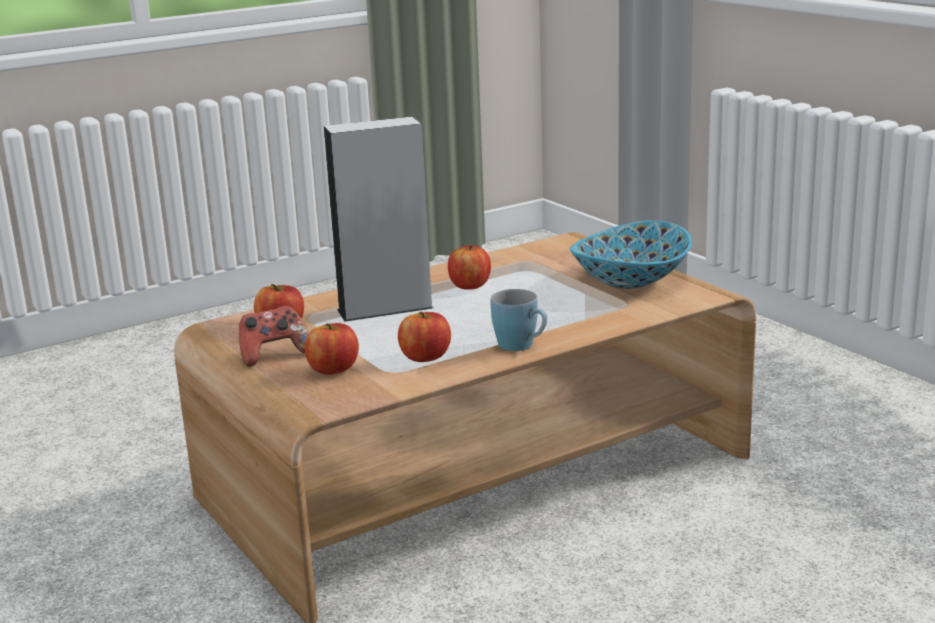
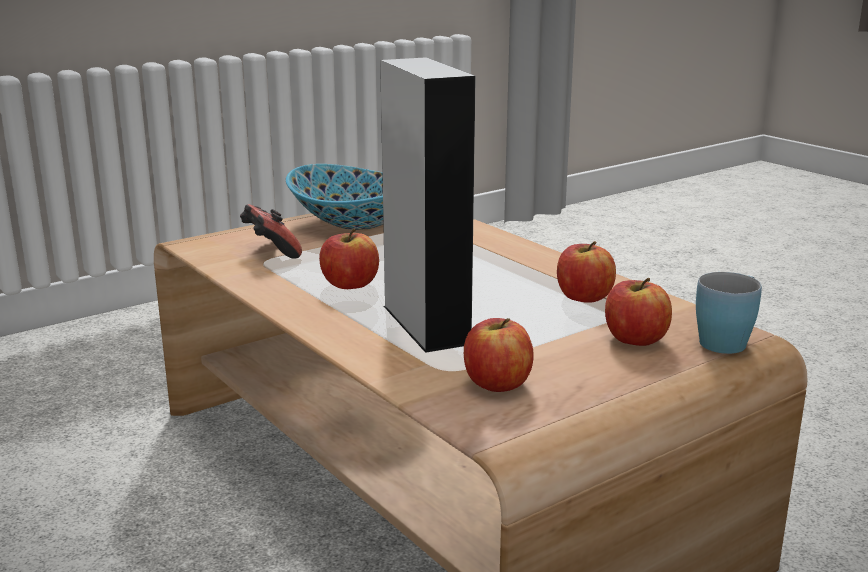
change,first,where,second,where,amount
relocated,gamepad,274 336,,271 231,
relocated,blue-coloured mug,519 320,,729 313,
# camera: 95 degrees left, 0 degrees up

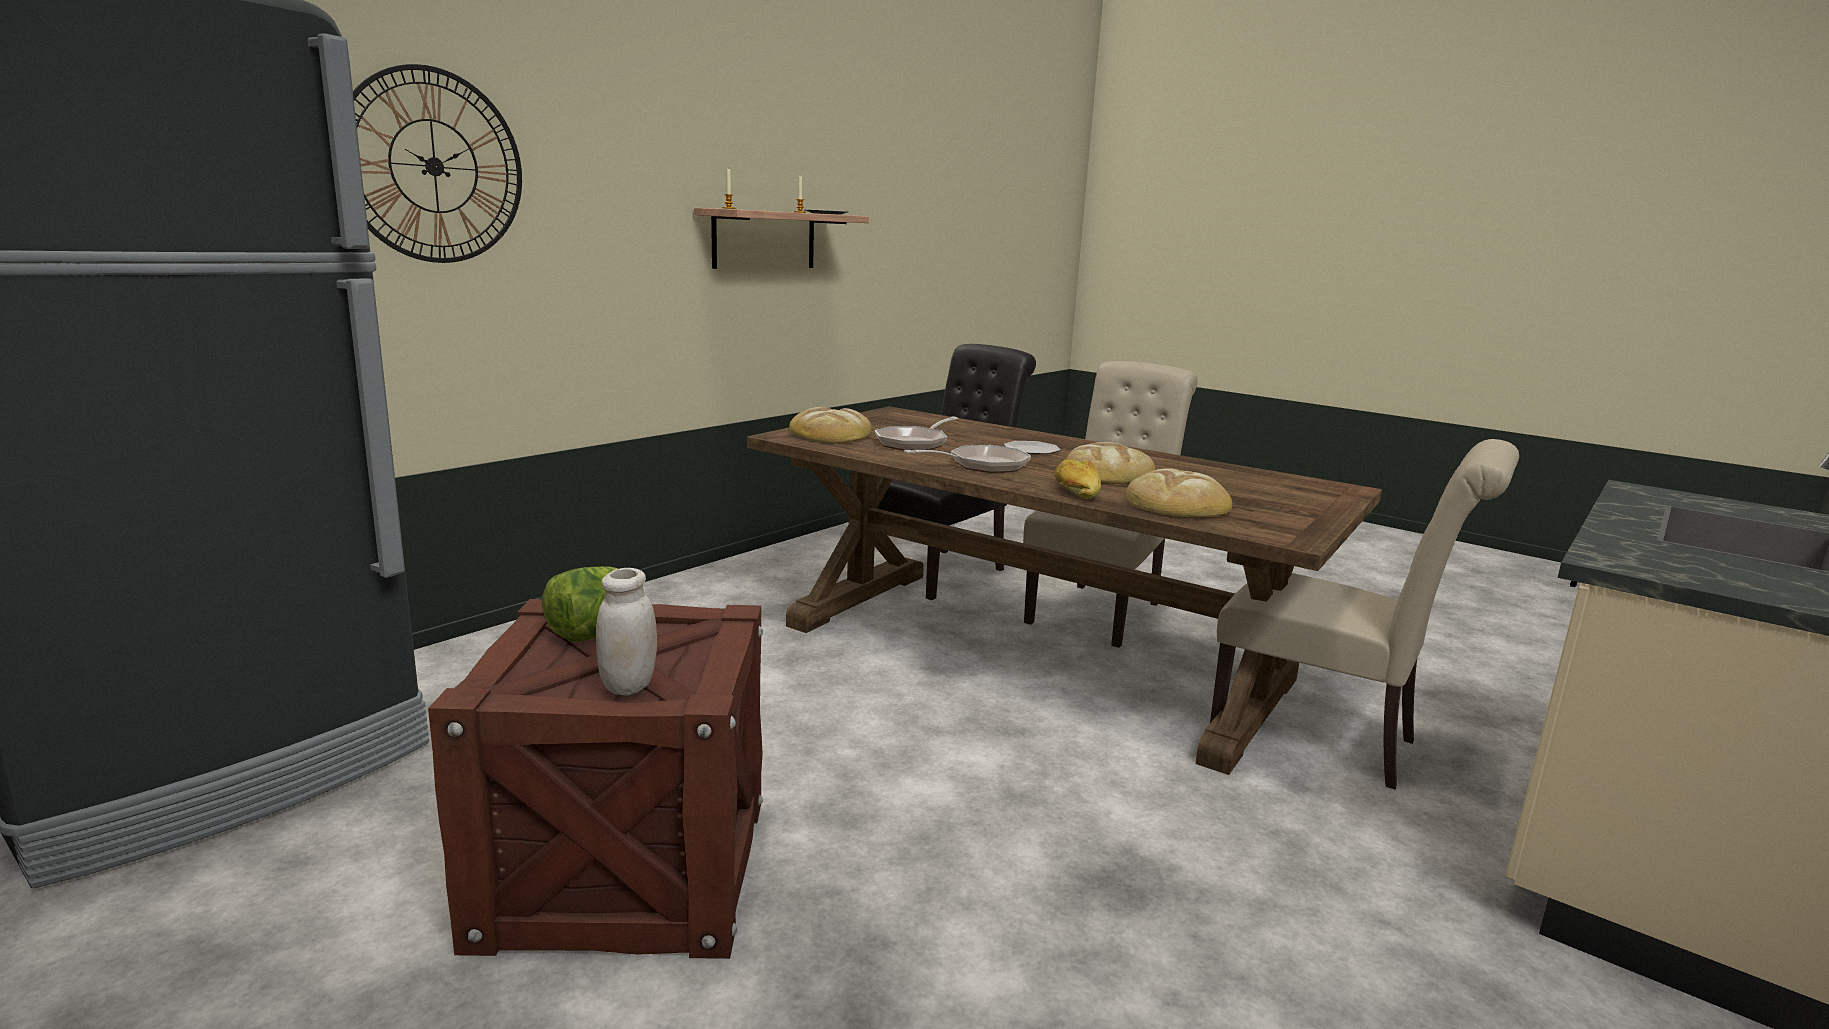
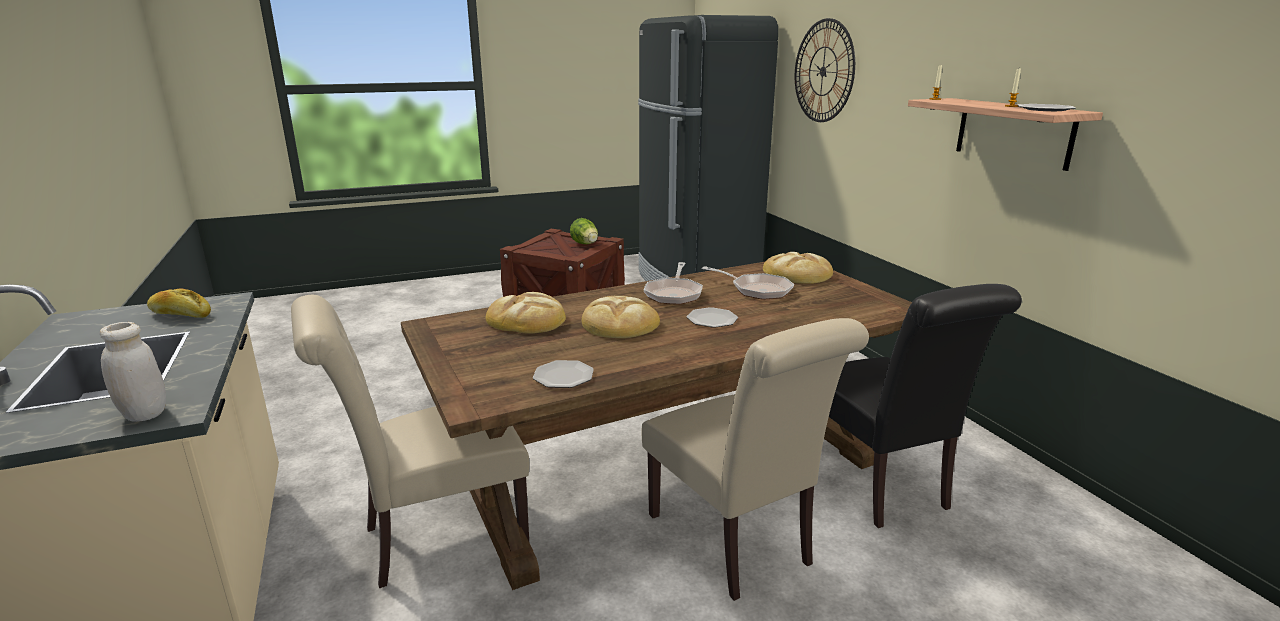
change,first,where,second,where,amount
appeared,,,dinner plate,563 374,
relocated,whitish storage jar,626 632,,133 372,
relocated,bakery bread,1077 479,,179 303,
spun,frying pan,917 434,,748 283,150 degrees clockwise
# camera: 120 degrees right, 5 degrees up

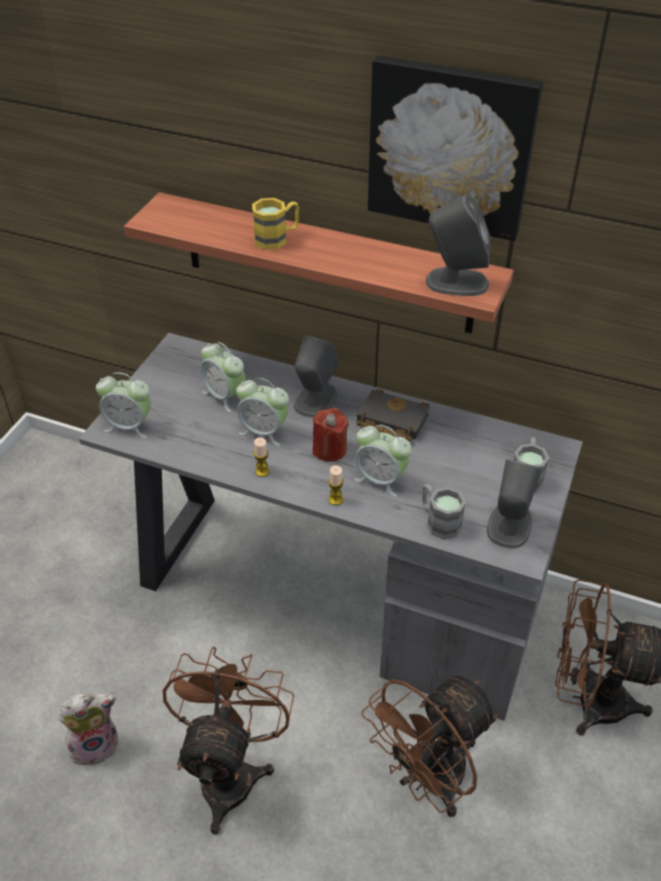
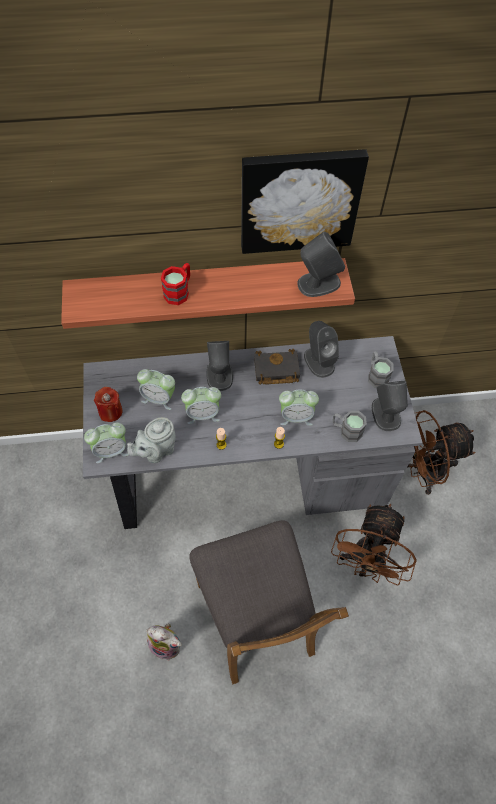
change,first,where,second,where,amount
appeared,,,grey tea pot,151 440,
appeared,,,grey loudspeaker,321 349,
relocated,red wax light,331 435,,108 404,
exchanged,brownish electric fan,228 741,brownish plain chair,269 602,
colour,yellow-coloured mug,275 224,red mug,175 284,
spun,soft toy,89 730,,164 642,75 degrees clockwise
# camera: 30 degrees left, 15 degrees up

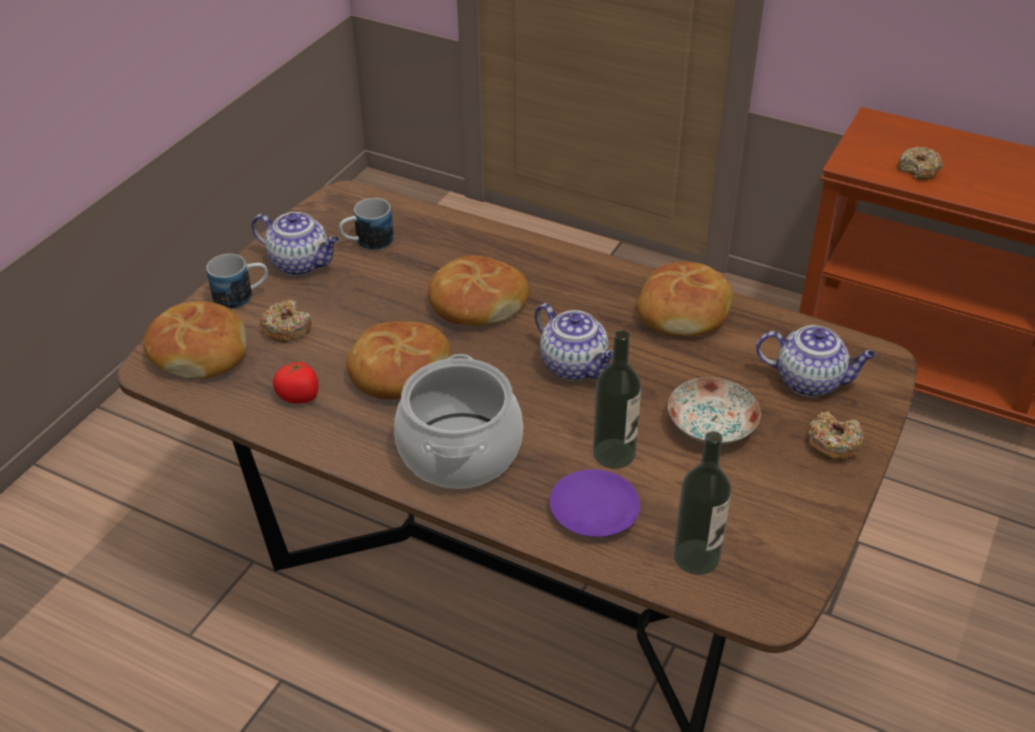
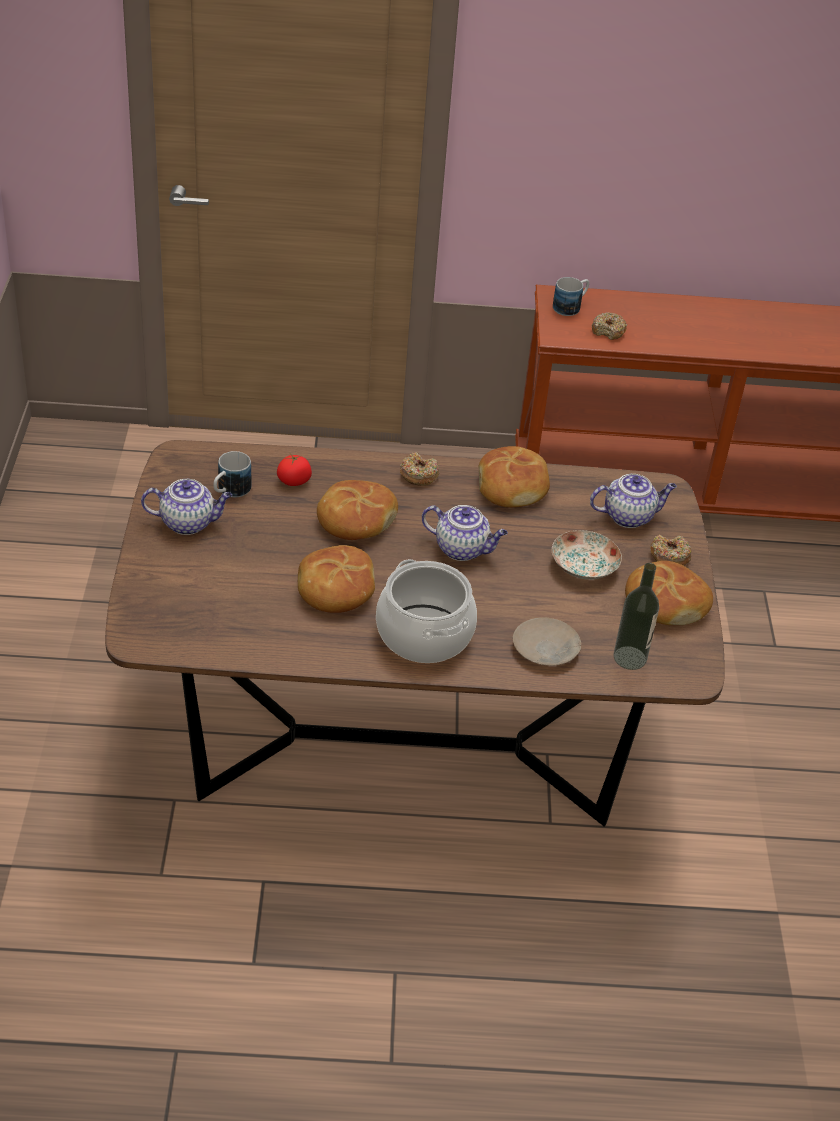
change,first,where,second,where,amount
missing,bottle,617 399,,,
relocated,bakery bread,195 340,,669 593,
relocated,mug,237 281,,571 296,
relocated,donut,286 321,,419 469,
relocated,tomato,296 381,,294 470,
colour,purple-coloured dinner plate,595 503,beige dinner plate,547 641,
# camera: 30 degrees left, 0 degrees up

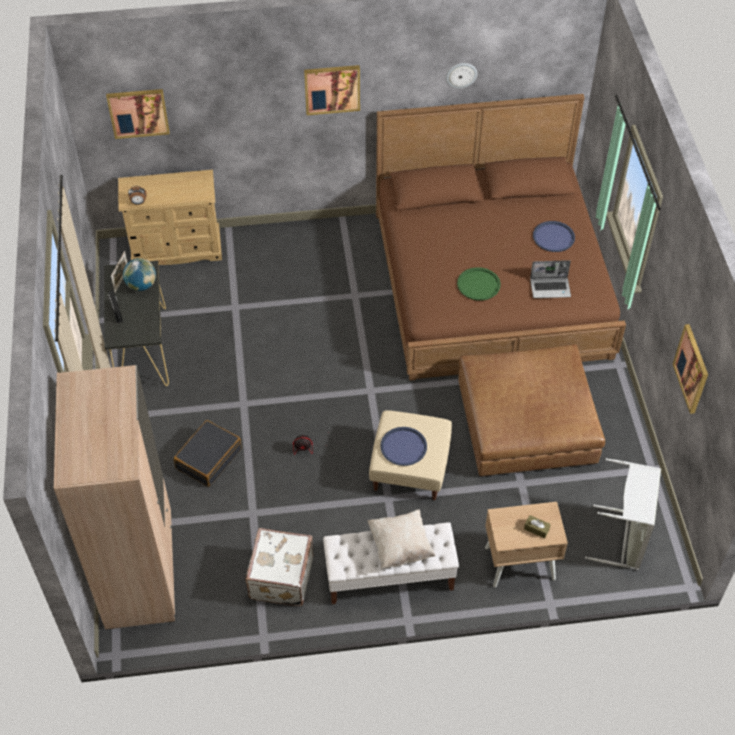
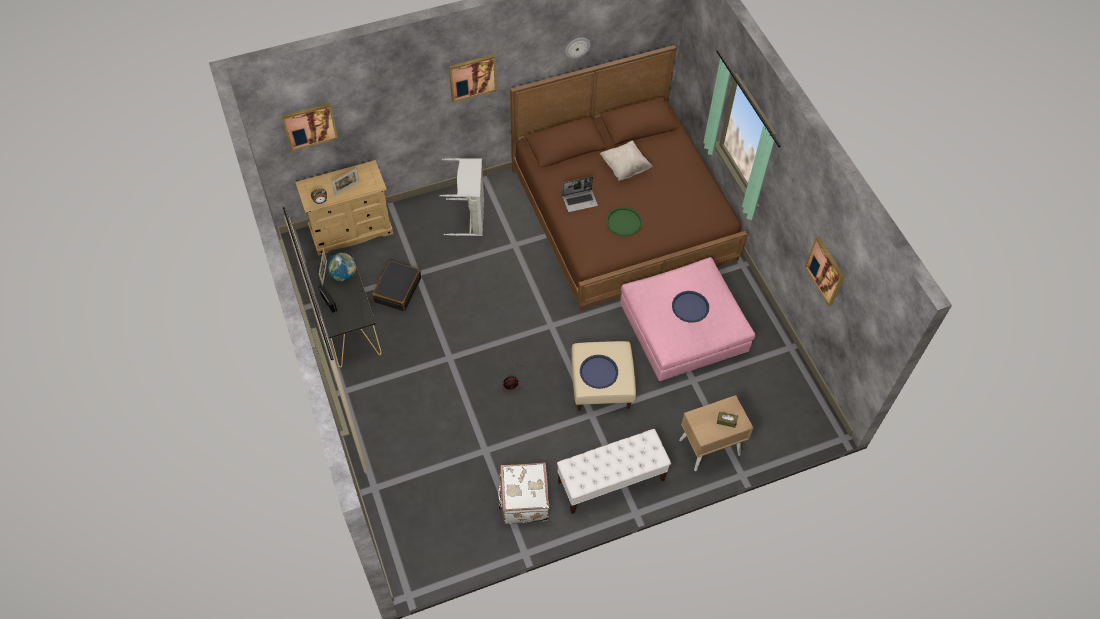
change,first,where,second,where,amount
missing,beige wardrobe,114 497,,,
appeared,,,photo frame,345 181,
relocated,black-coloured travel case,207 453,,396 286,
relocated,beige cushion,402 539,,626 160,
relocated,portable computer,550 279,,580 194,
relocated,blue-coloured serving tray,554 236,,690 307,
relocated,grey laundry basket,623 514,,461 197,
colour,brownish footrest,531 410,pinkish footrest,688 319,
# camera: 15 degrees left, 5 degrees up

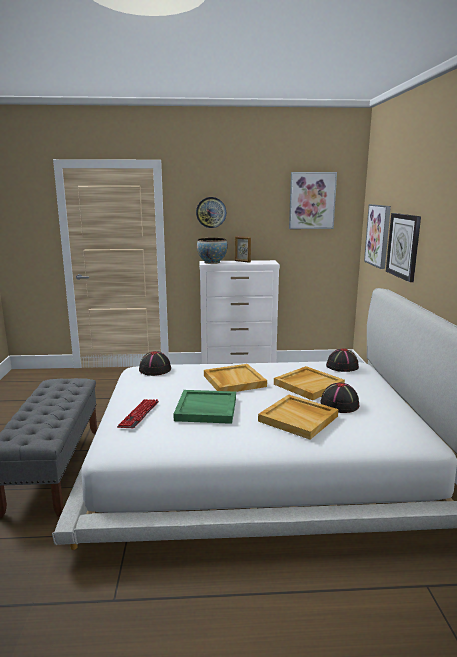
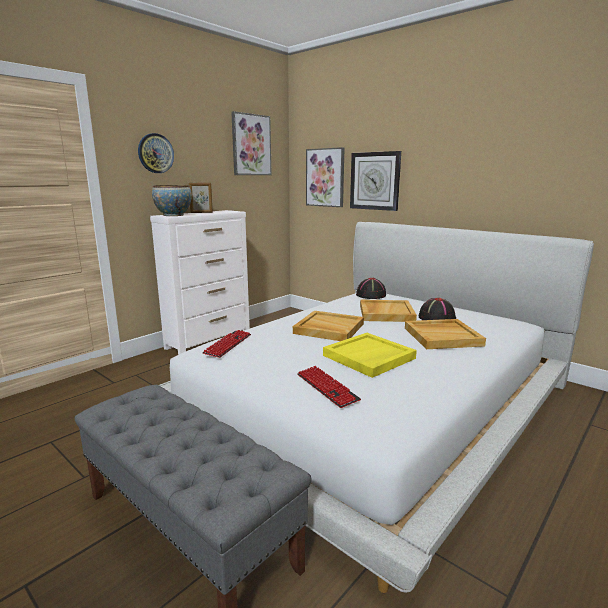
change,first,where,second,where,amount
exchanged,black-coloured hat,155 363,PC keyboard,227 344,
colour,green serving tray,204 407,yellow-coloured serving tray,370 355,
# camera: 45 degrees left, 0 degrees up

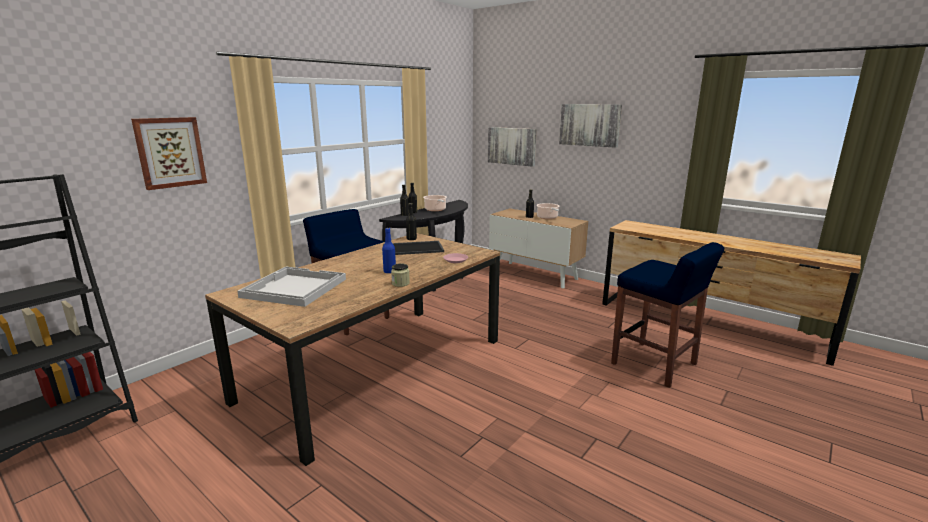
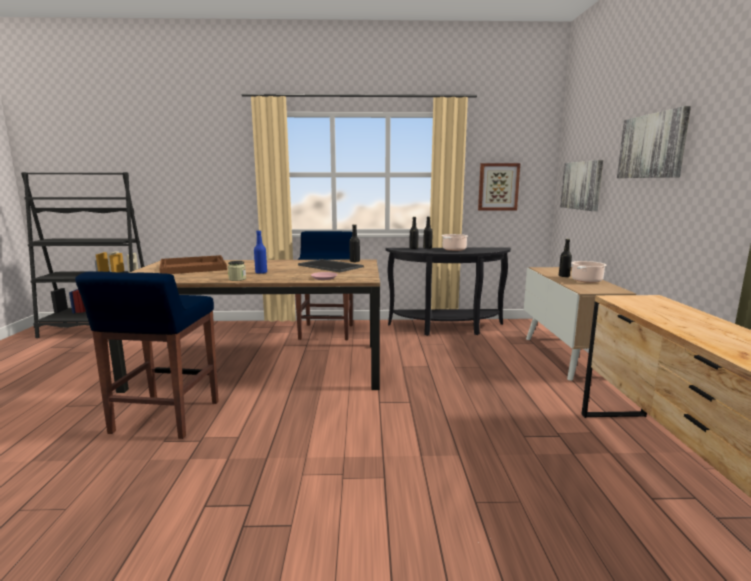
change,first,where,second,where,amount
relocated,picture,169 153,,499 187,
relocated,blue-coloured stool,667 315,,147 355,
colour,whitish serving tray,291 286,brownish serving tray,193 264,
# camera: 50 degrees right, 5 degrees down

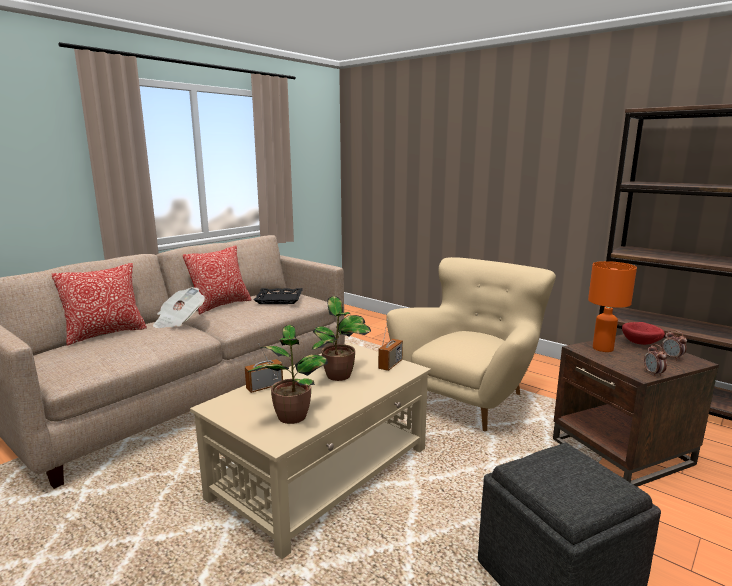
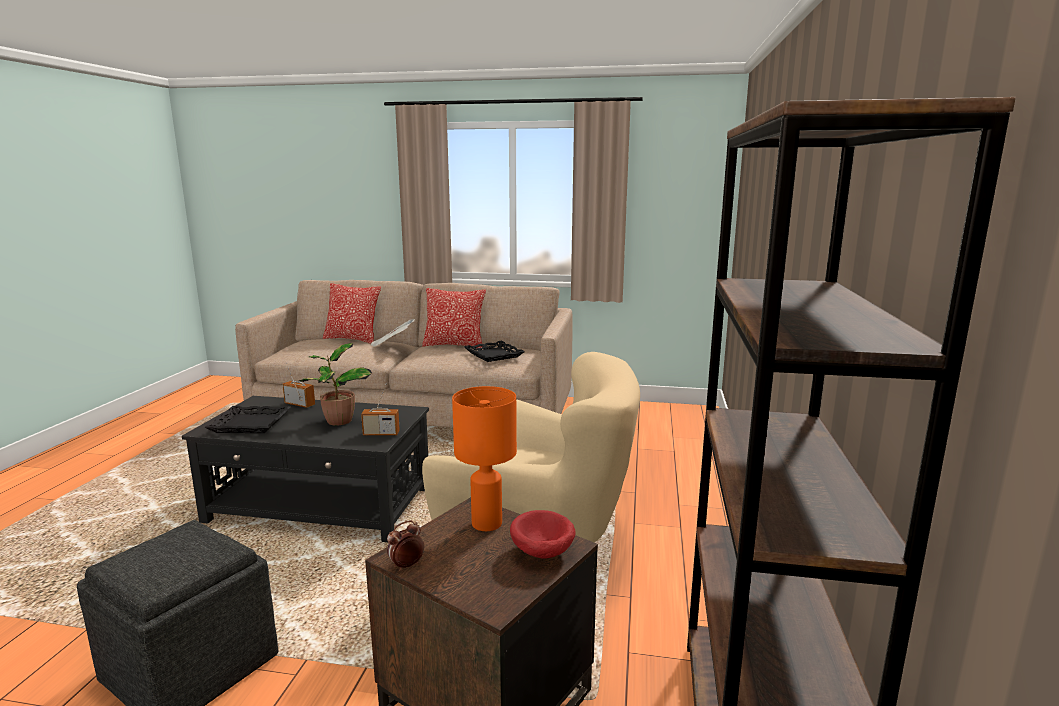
change,first,where,second,where,amount
missing,bedside clock,674 345,,,
exchanged,plant in a pot,287 374,black-coloured serving tray,247 419,
colour,beige lounge table,310 450,black-coloured lounge table,305 469,
# camera: 60 degrees right, 0 degrees up

